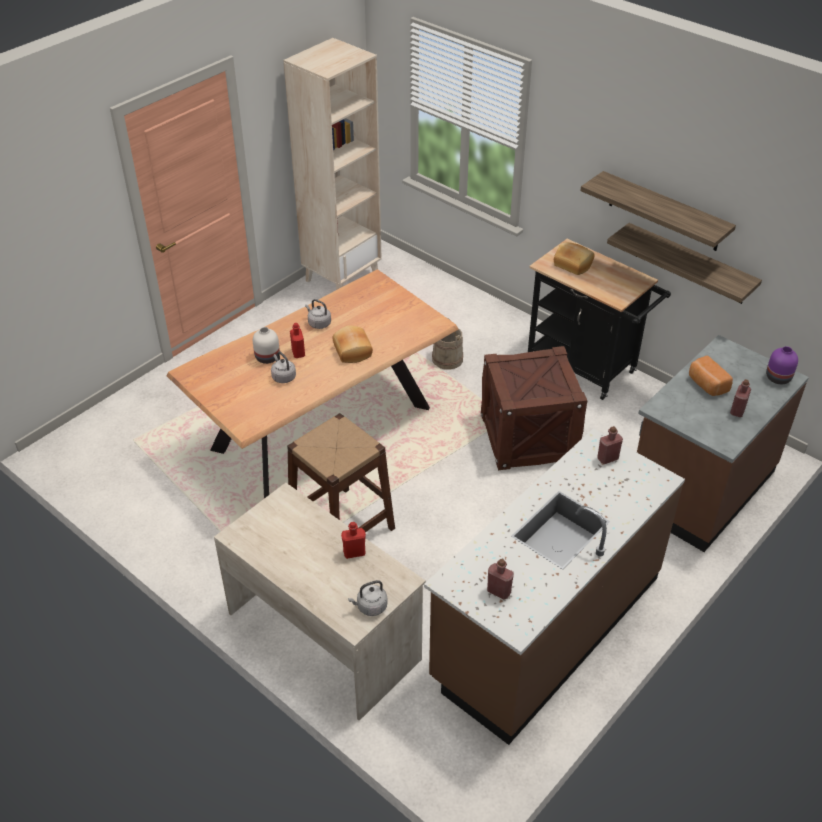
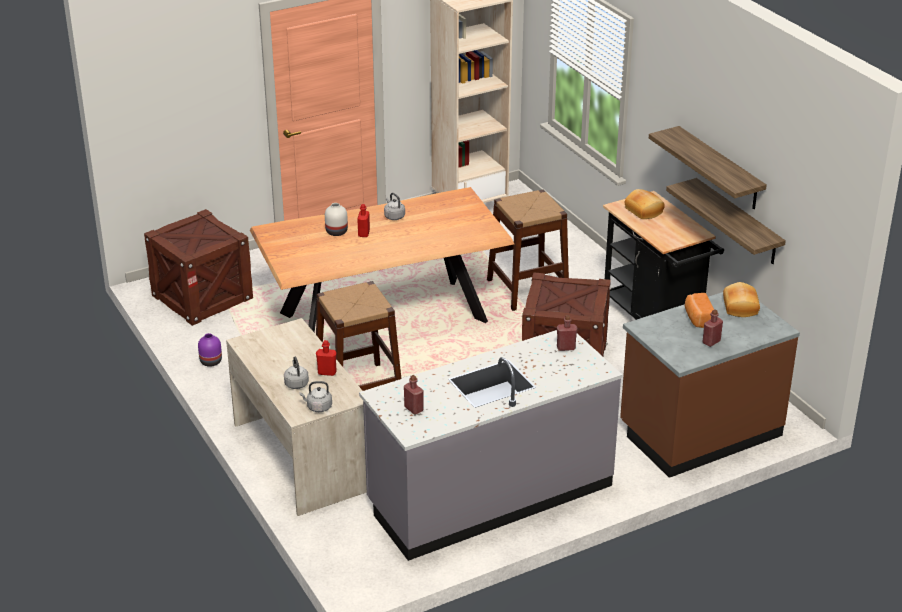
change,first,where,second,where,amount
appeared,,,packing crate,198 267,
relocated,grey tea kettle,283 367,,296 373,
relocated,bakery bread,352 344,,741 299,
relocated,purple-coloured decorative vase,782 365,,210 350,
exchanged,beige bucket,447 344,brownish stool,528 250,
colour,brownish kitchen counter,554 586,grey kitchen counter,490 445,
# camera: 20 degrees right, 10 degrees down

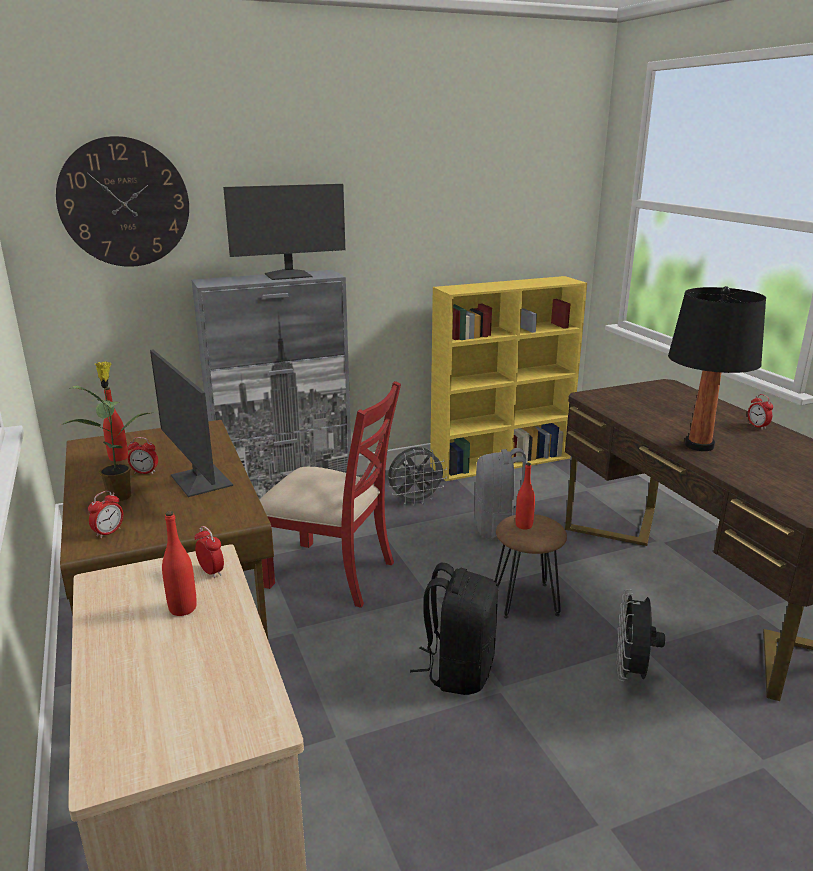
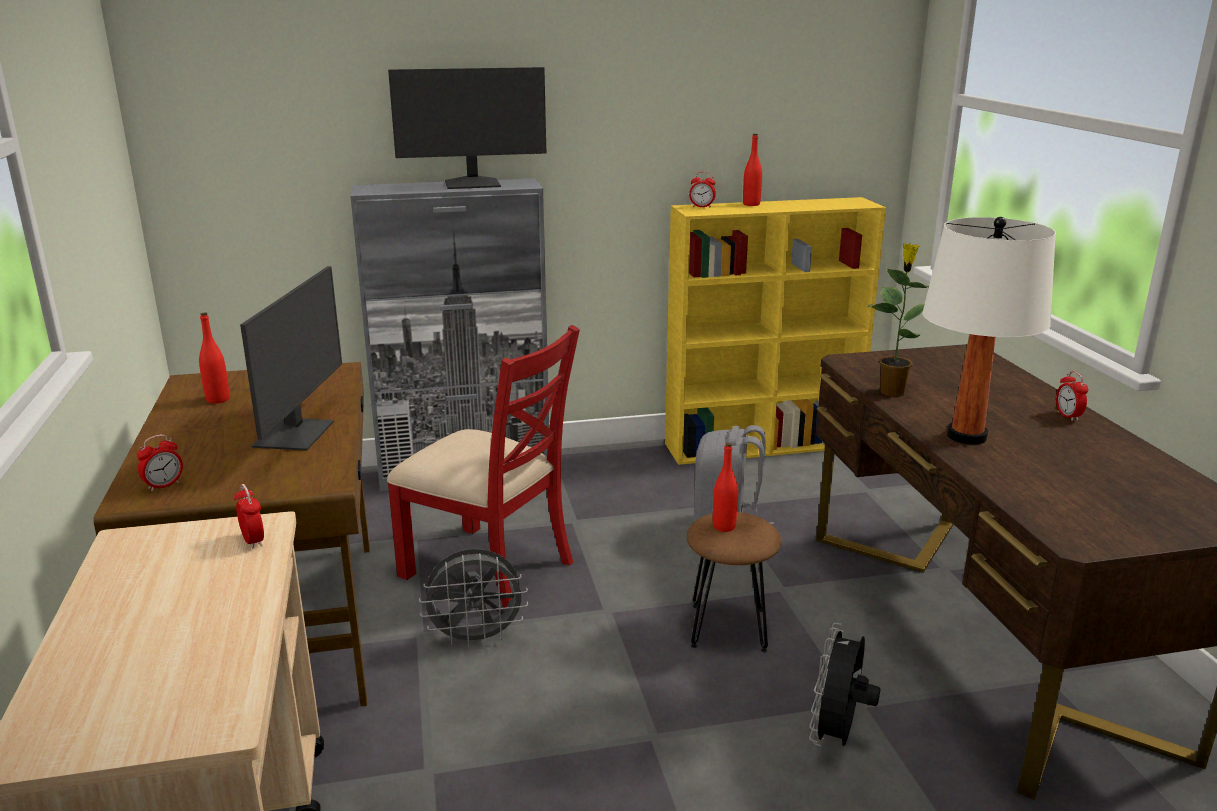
change,first,where,second,where,amount
missing,clock on the wall,122 201,,,
missing,black-coloured backpack,454 629,,,
relocated,plant in a pot,107 431,,898 320,
relocated,bedside clock,142 455,,702 190,
relocated,red bottle,179 563,,752 170,
relocated,grey electric fan,417 476,,473 598,
colour,black-coloured tabletop lamp,717 368,whitish tabletop lamp,989 331,
spun,computer screen,191 423,,291 358,150 degrees counterclockwise
# camera: 10 degrees right, 0 degrees up

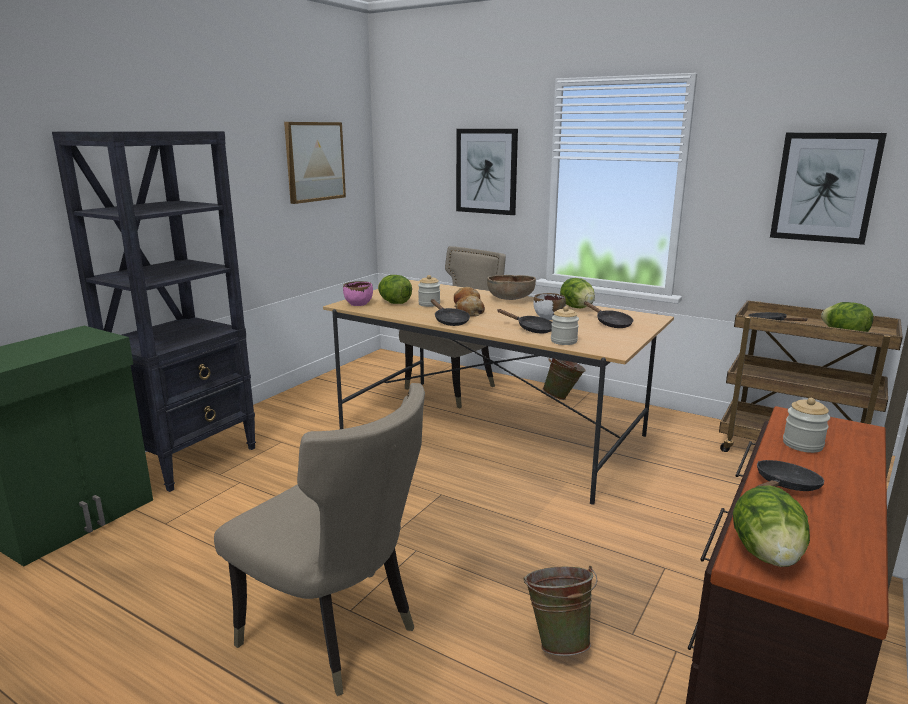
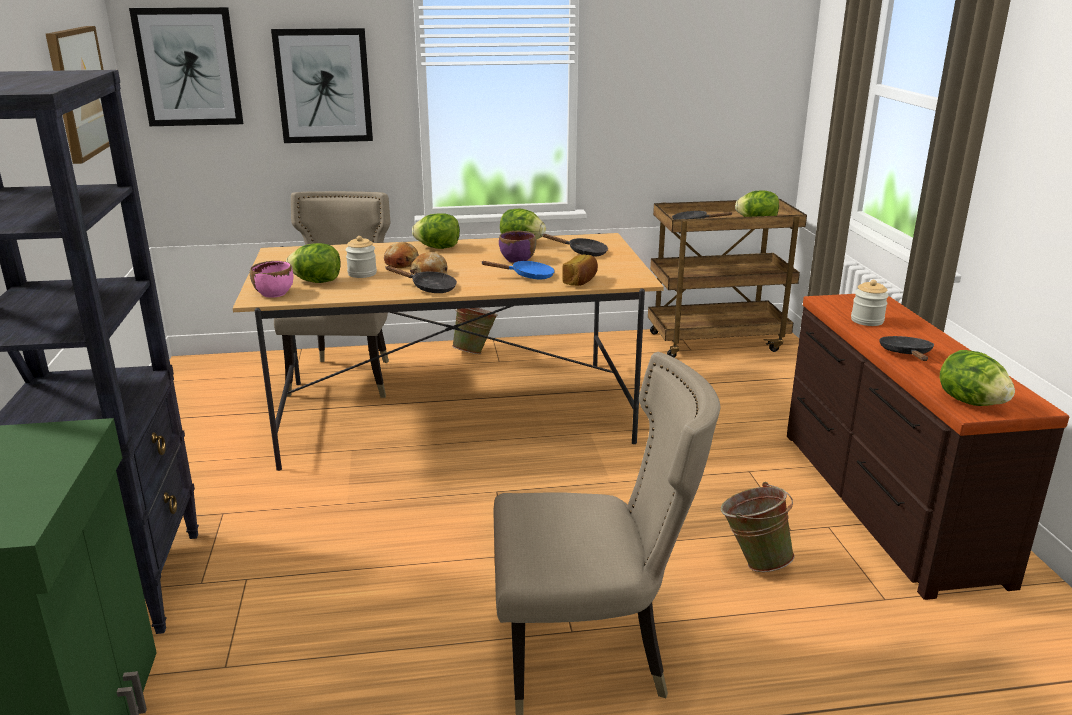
change,first,where,second,where,amount
relocated,picture,828 189,,186 66,
exchanged,brownish bowl,511 287,lettuce,436 231,
exchanged,storage jar,565 325,bakery bread,580 270,
colour,black-coloured frying pan,525 321,blue-coloured frying pan,518 270,
colour,whitish bowl,550 306,purple-coloured bowl,517 247,
# camera: 40 degrees left, 5 degrees up

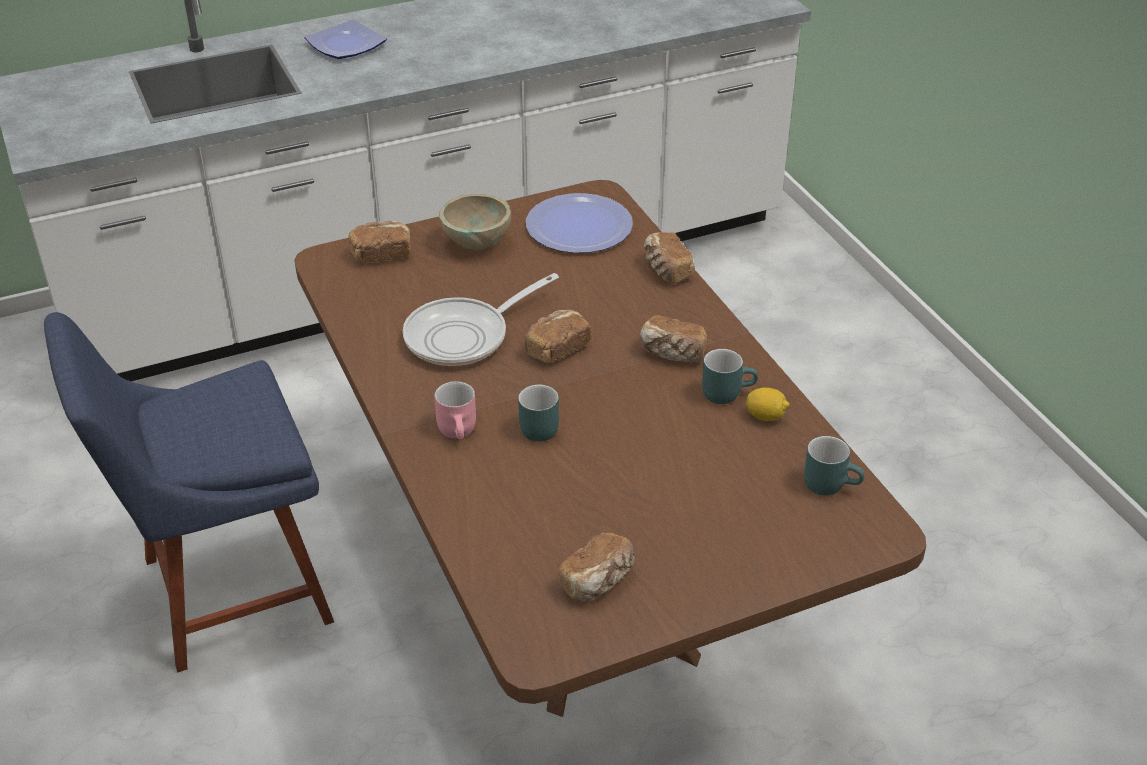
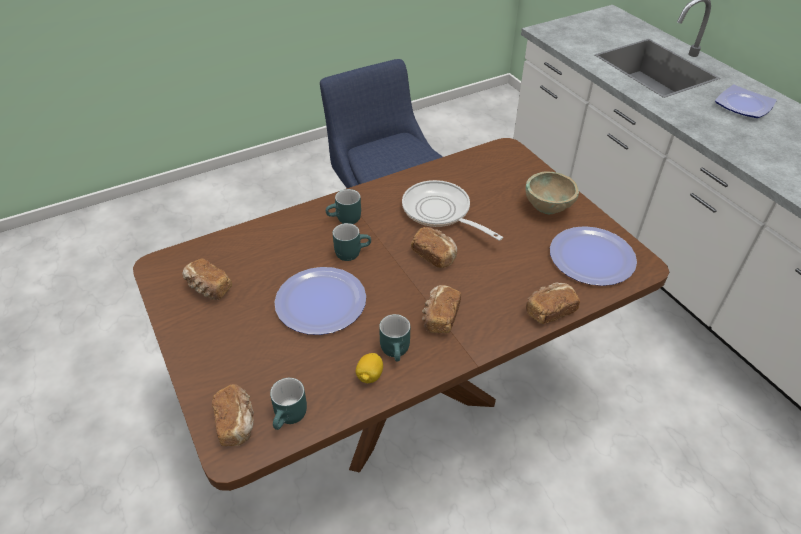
change,first,where,second,where,amount
appeared,,,dinner plate,320 301,
relocated,bakery bread,380 241,,233 415,
colour,pinkish mug,455 410,turquoise-coloured mug,343 206,
# camera: 85 degrees right, 5 degrees up

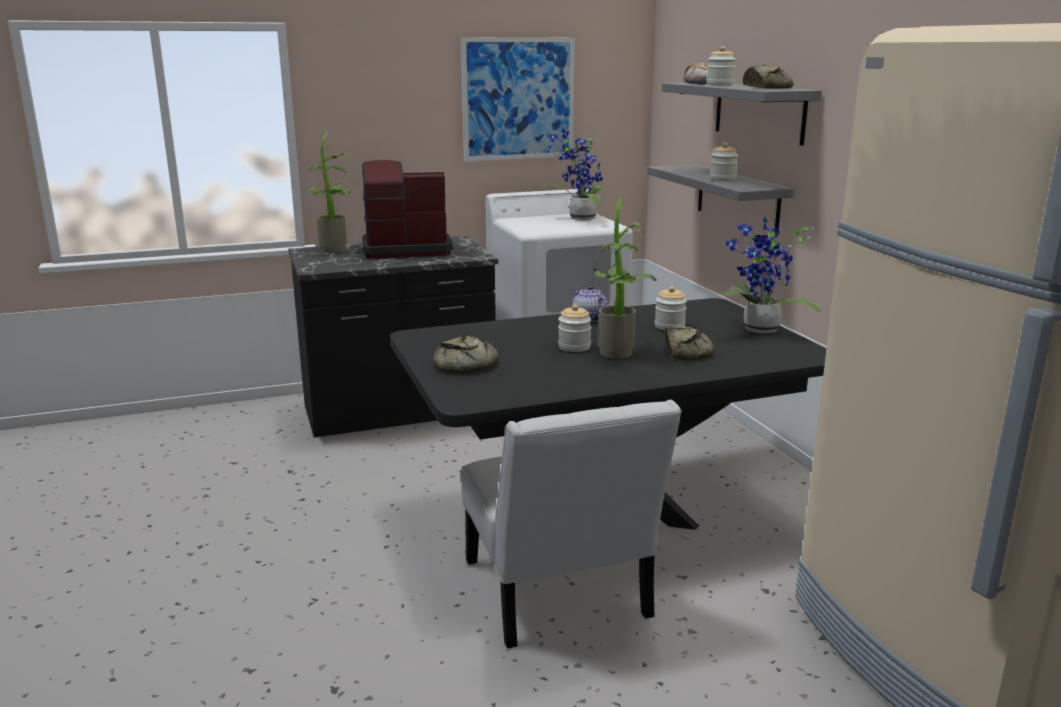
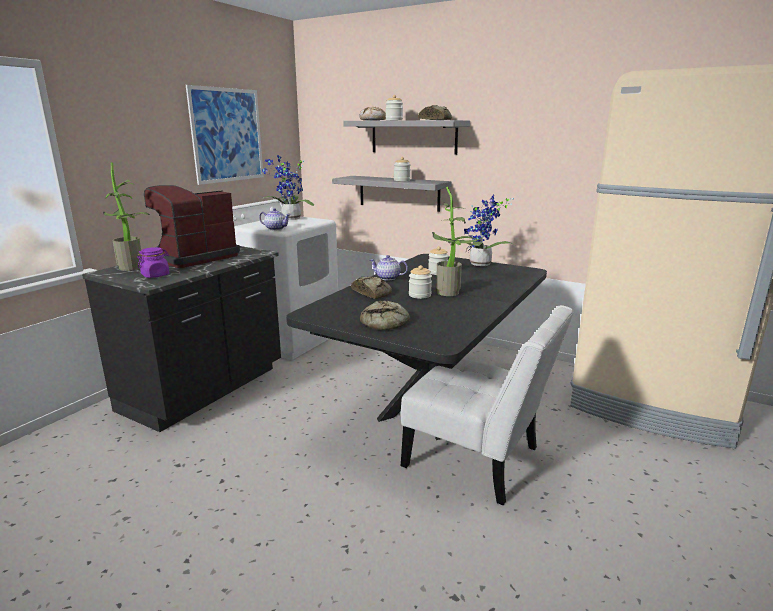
change,first,where,second,where,amount
appeared,,,purple-coloured storage jar,153 262,
appeared,,,tea pot,275 219,
relocated,bakery bread,689 342,,371 288,
# camera: 40 degrees left, 0 degrees up

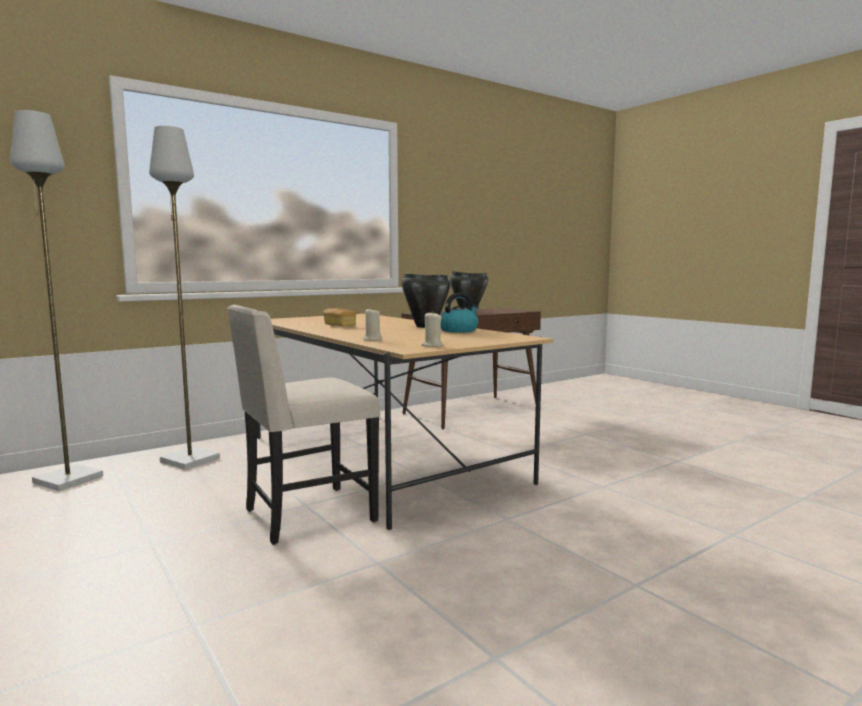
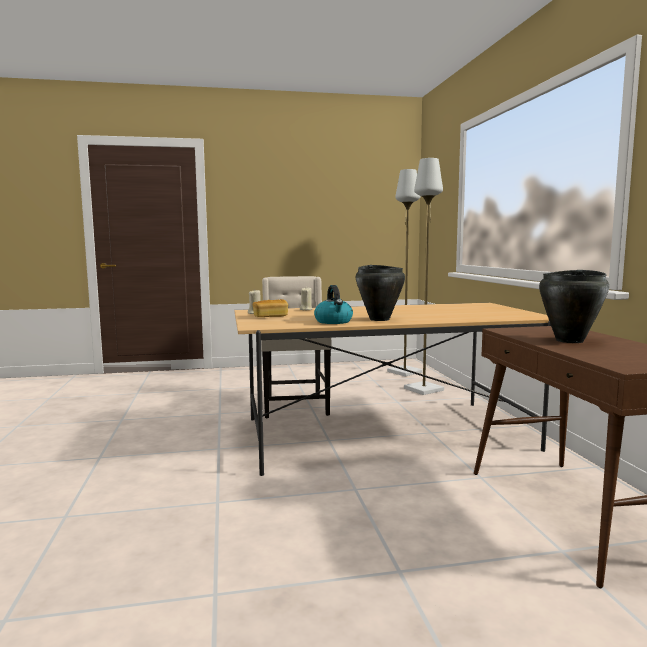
change,first,where,second,where,amount
relocated,bakery bread,339 317,,270 308,
# camera: 115 degrees right, 0 degrees up

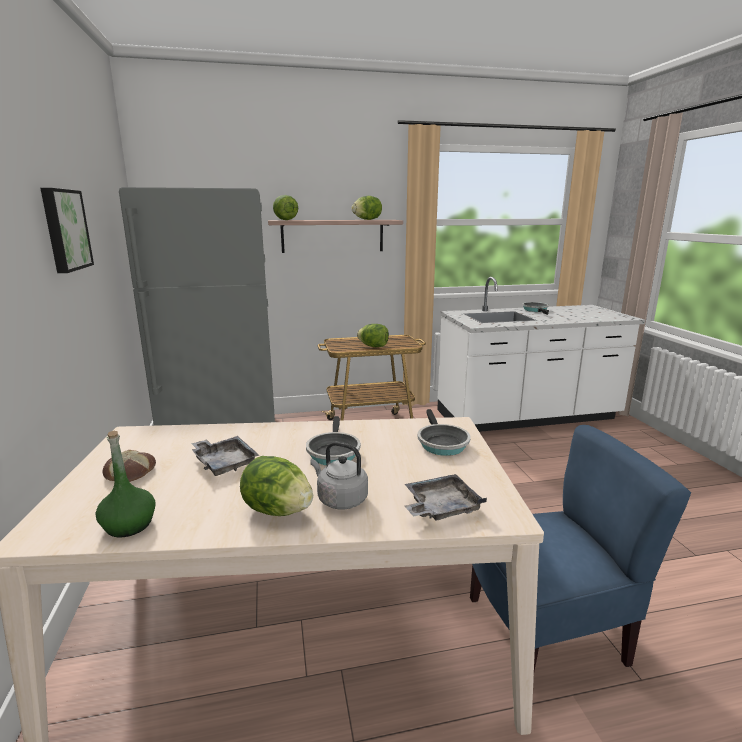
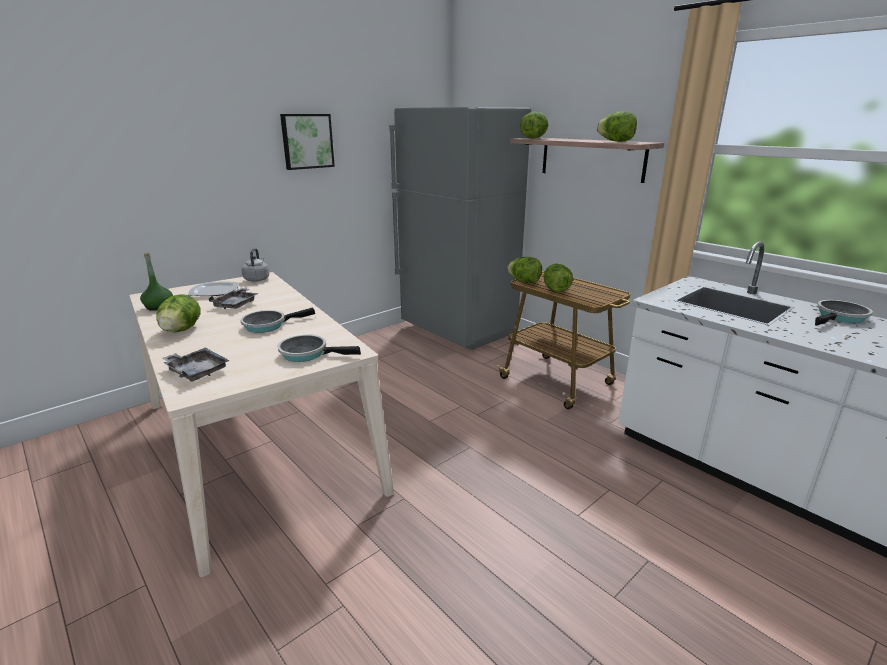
change,first,where,second,where,amount
missing,blue-coloured plain chair,580 548,,,
appeared,,,lettuce,524 270,
relocated,grey tea kettle,339 476,,255 265,
exchanged,bakery bread,129 466,dinner plate,213 288,
spun,frying pan,444 432,,319 348,45 degrees clockwise
# camera: 60 degrees right, 5 degrees up

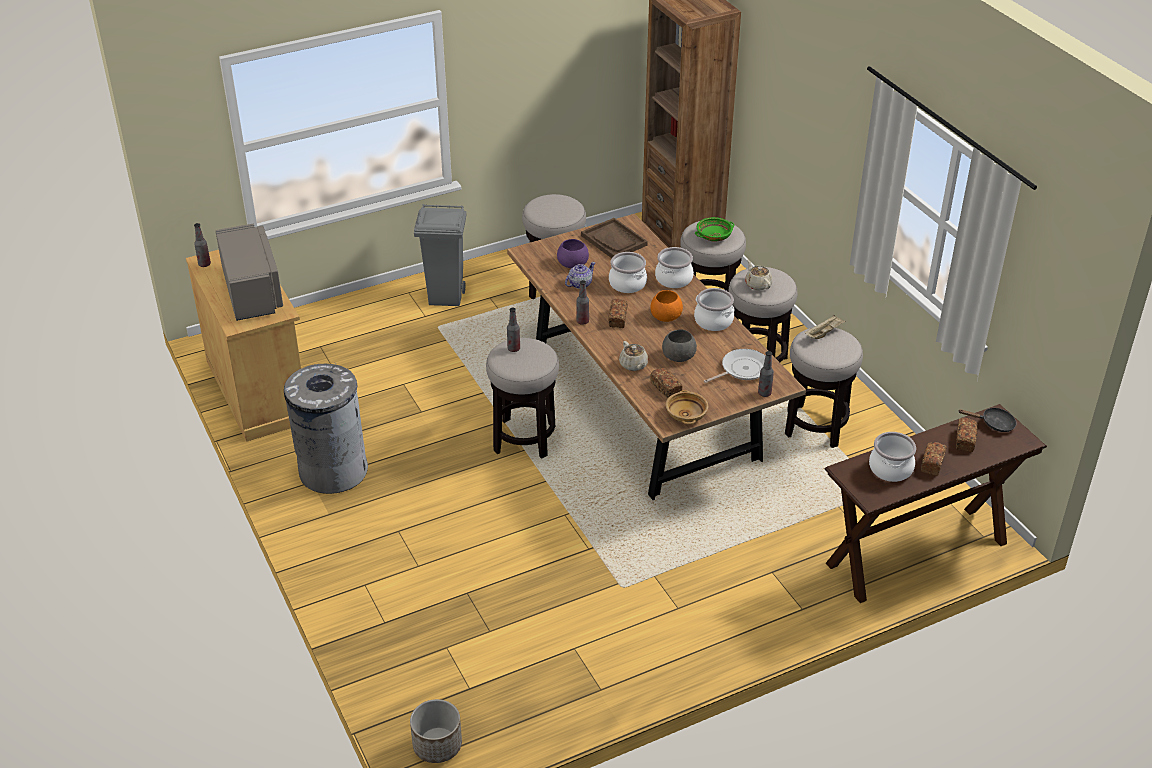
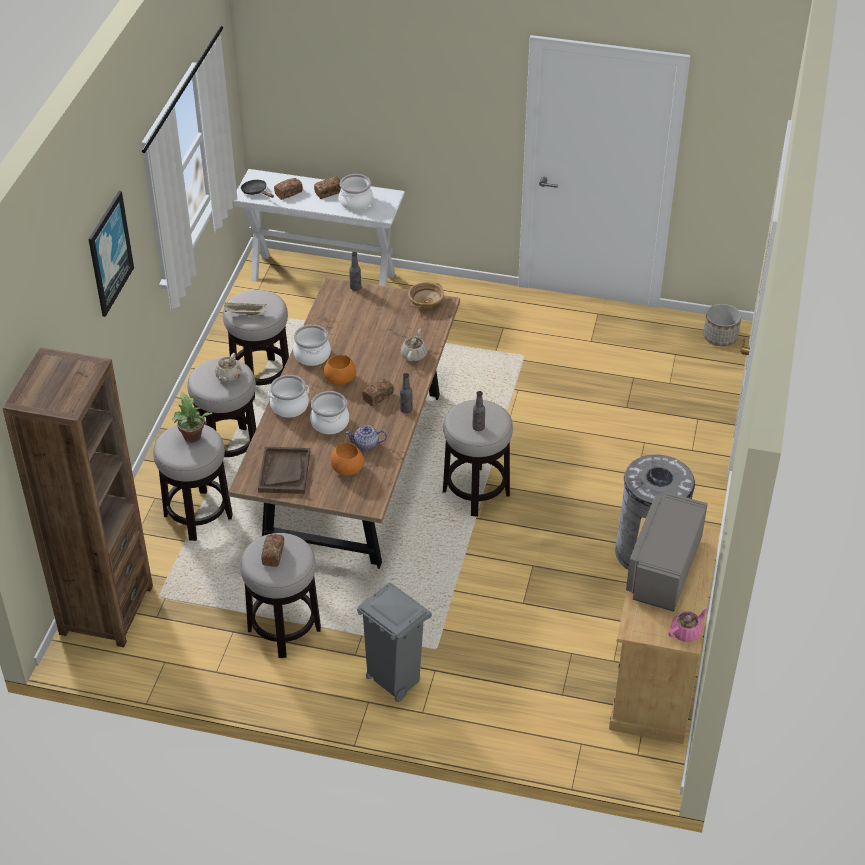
change,first,where,second,where,amount
missing,grey bowl,679 346,,,
missing,frying pan,734 366,,,
appeared,,,picture,111 254,
relocated,bakery bread,666 383,,272 550,
exchanged,bottle,202 245,pinkish tea pot,688 625,
exchanged,green bowl,714 229,plant in a pot,192 417,
colour,purple-coloured bowl,573 253,orange bowl,347 459,
colour,brownish narrow table,936 503,whitish narrow table,318 227,
# camera: 140 degrees left, 5 degrees up

